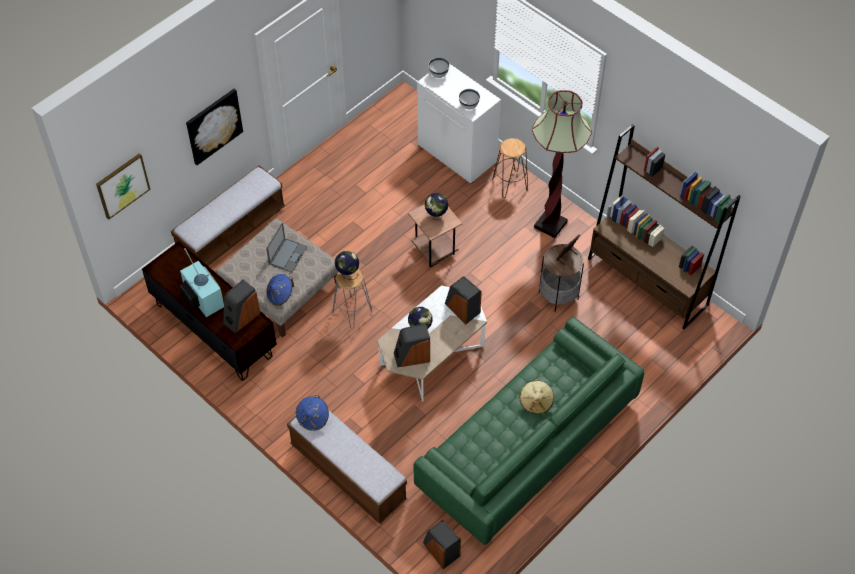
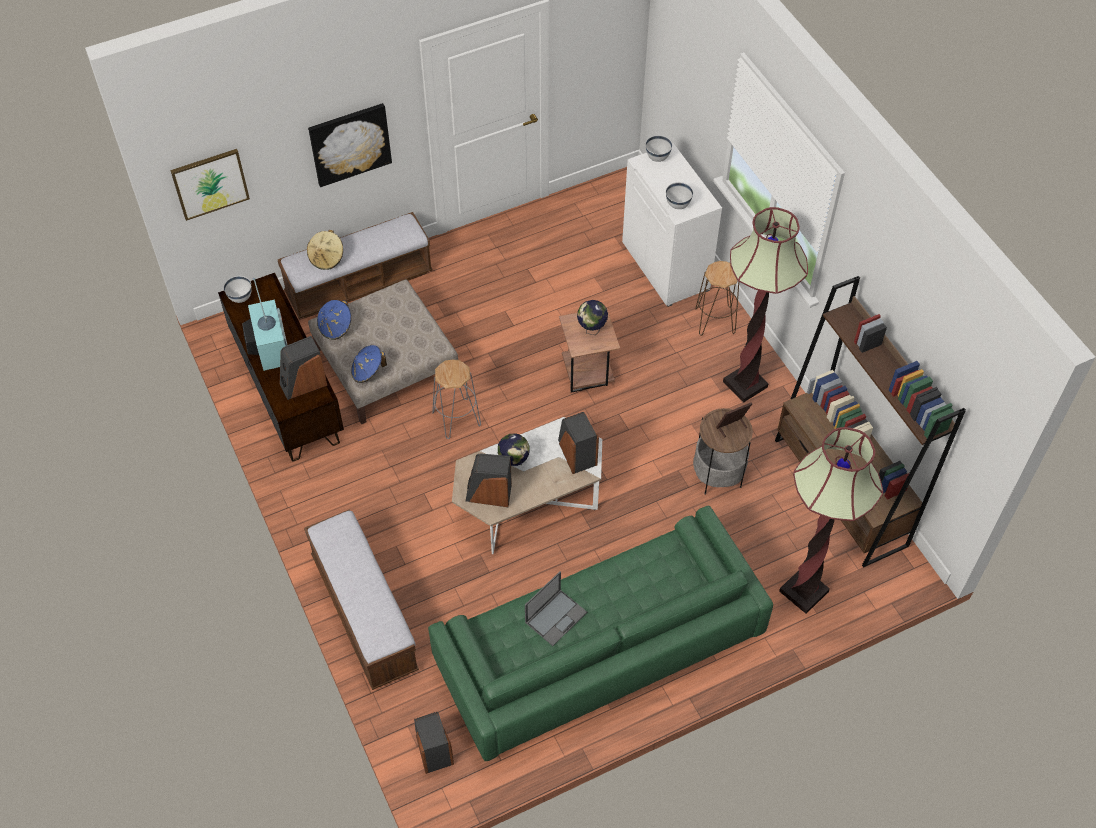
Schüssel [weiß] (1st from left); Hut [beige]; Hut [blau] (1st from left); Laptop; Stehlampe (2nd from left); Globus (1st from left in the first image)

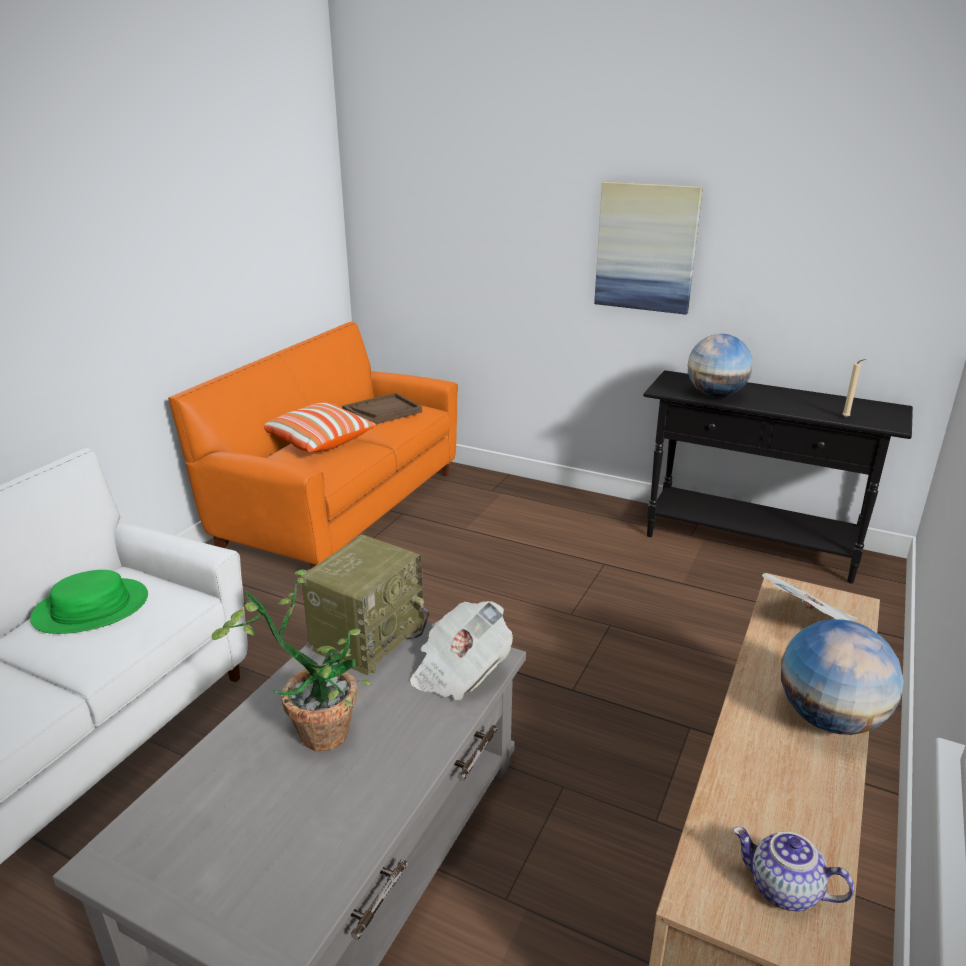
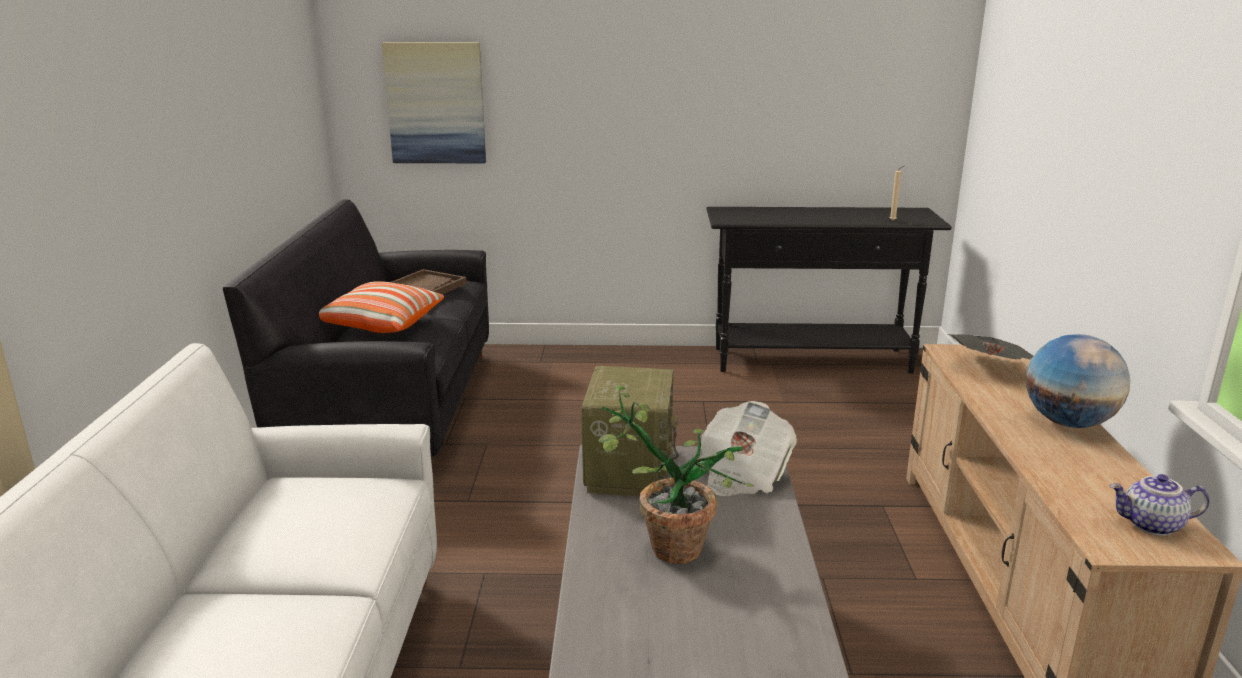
Sofa [schwarz]; Bild; Hut [grün]; Globus (1st from left in the first image)

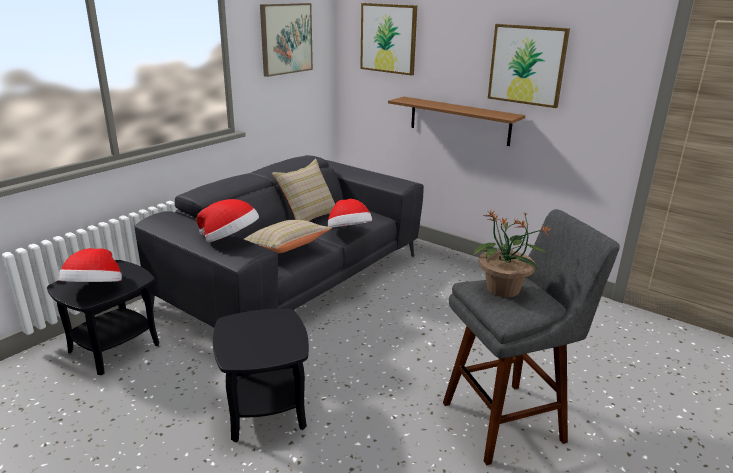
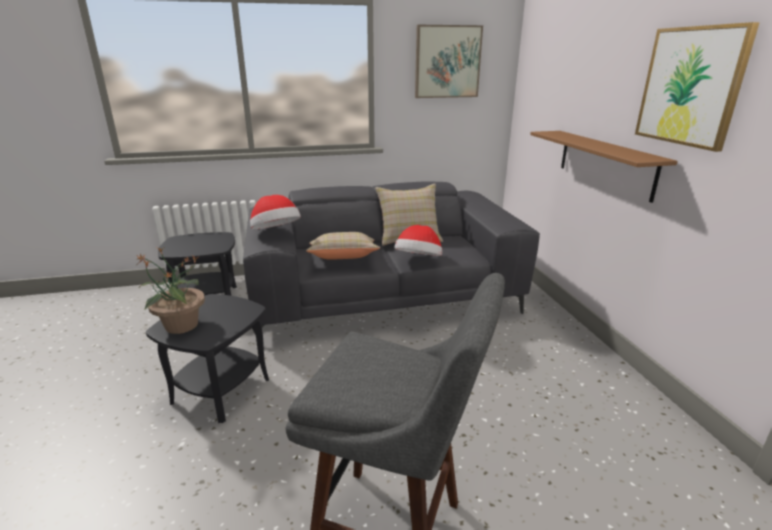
Topfpflanze; Hut (1st from left in the first image); Bild (2nd from left in the first image)

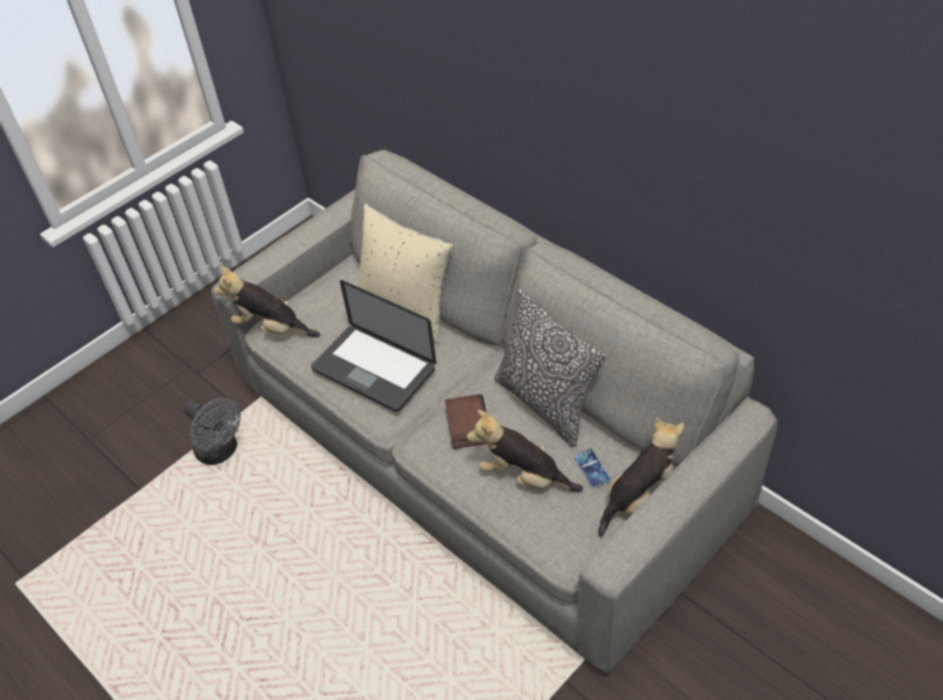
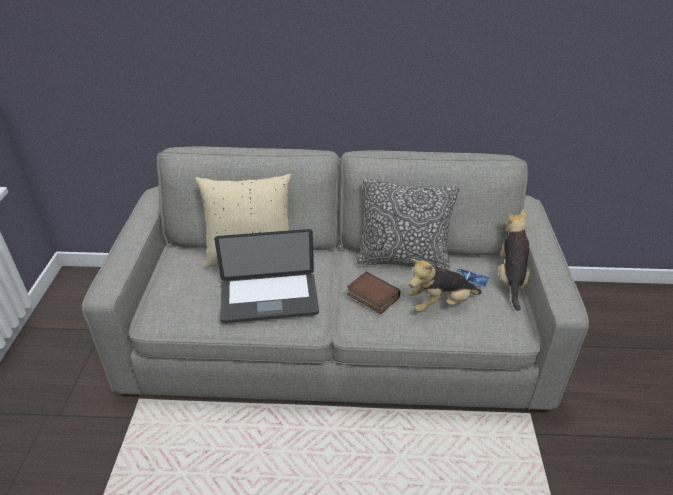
Ventilator [grau]; Plüschtier (1st from left in the first image)

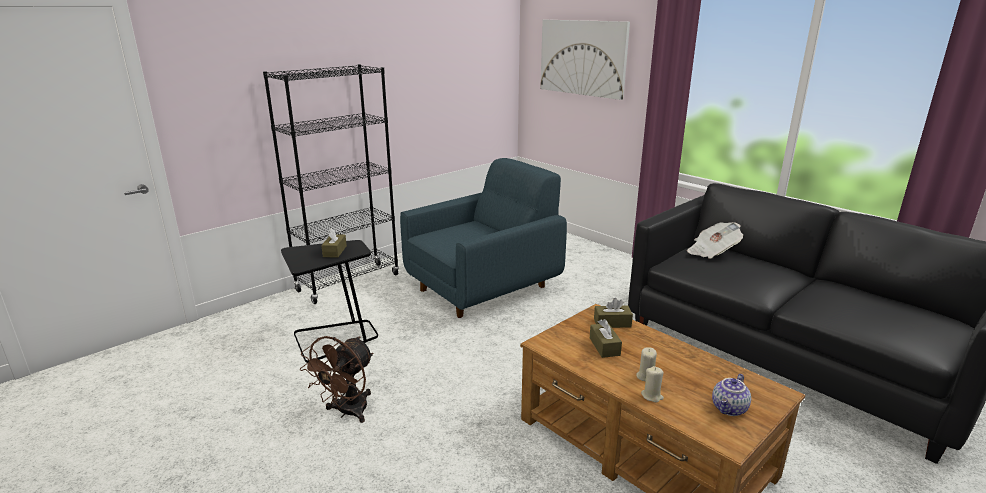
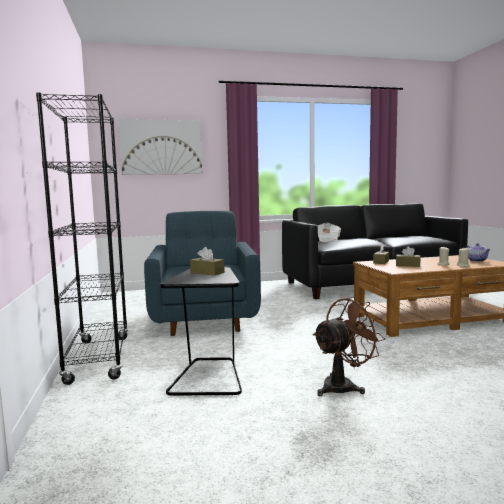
Ventilator [braun]

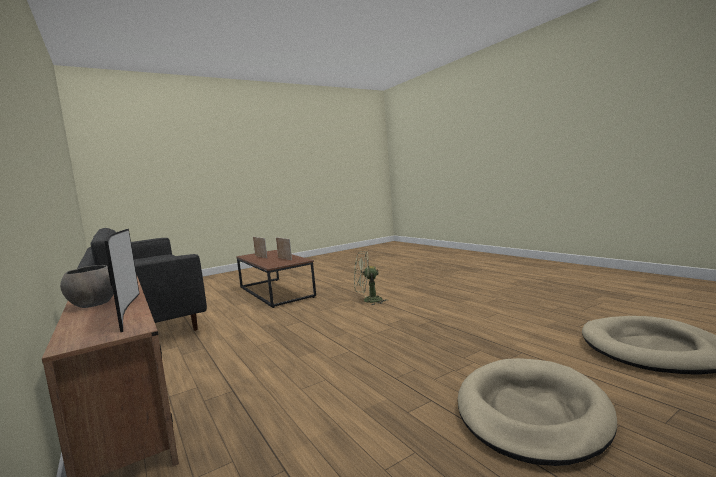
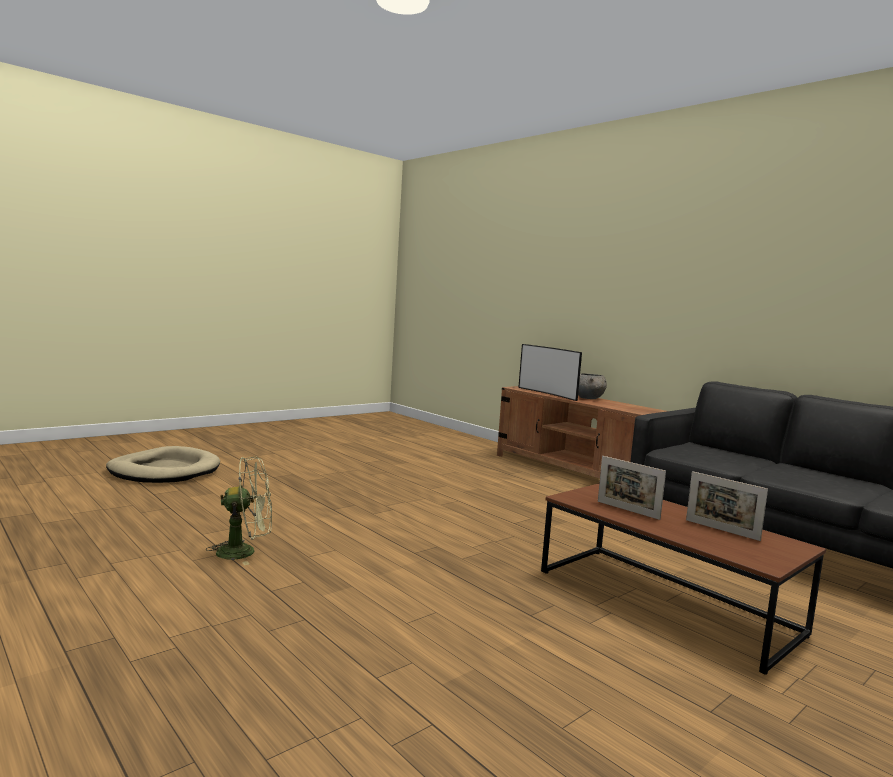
Ventilator [grün]; Hundebett [beige] (1st from left in the first image)

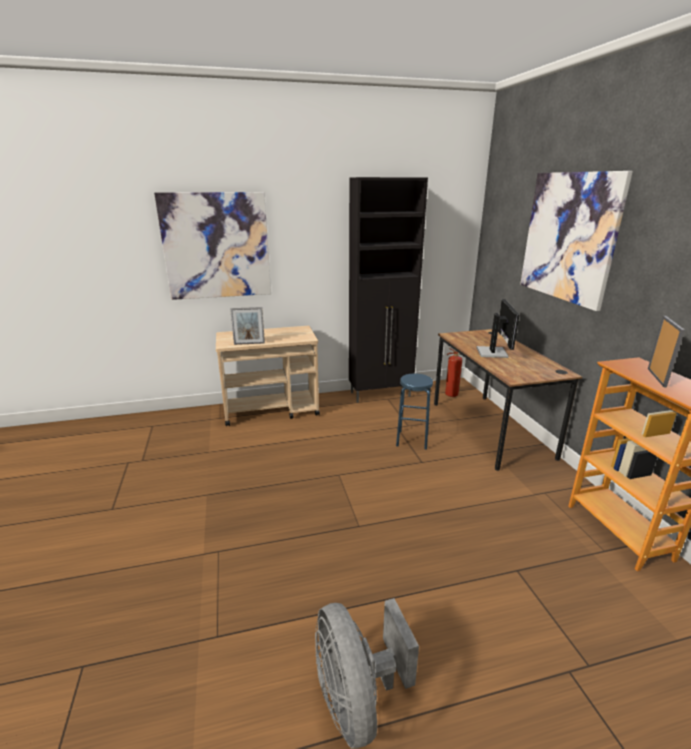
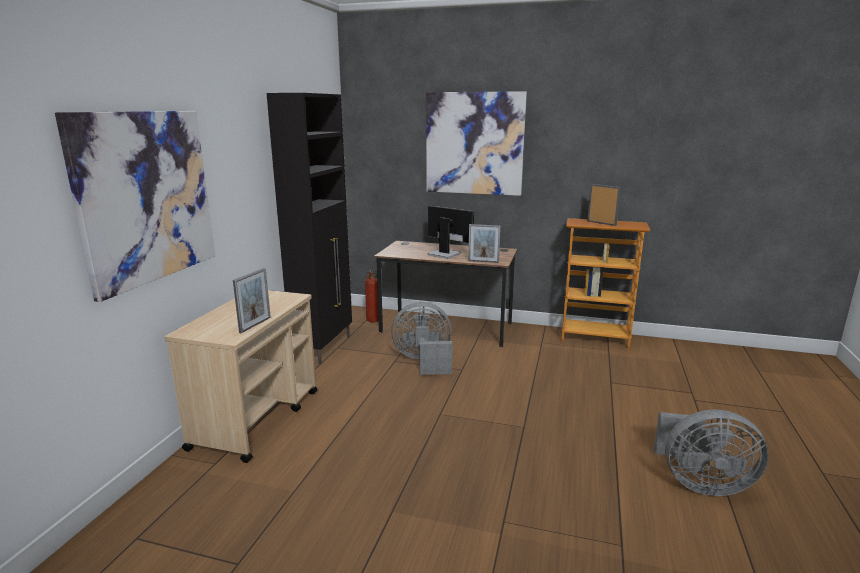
Ventilator [grau] (1st from left); Bilderrahmen (2nd from left)

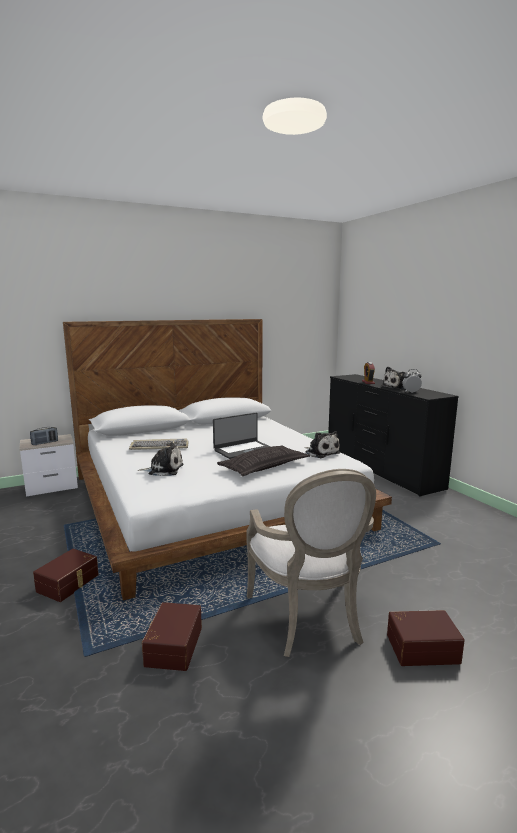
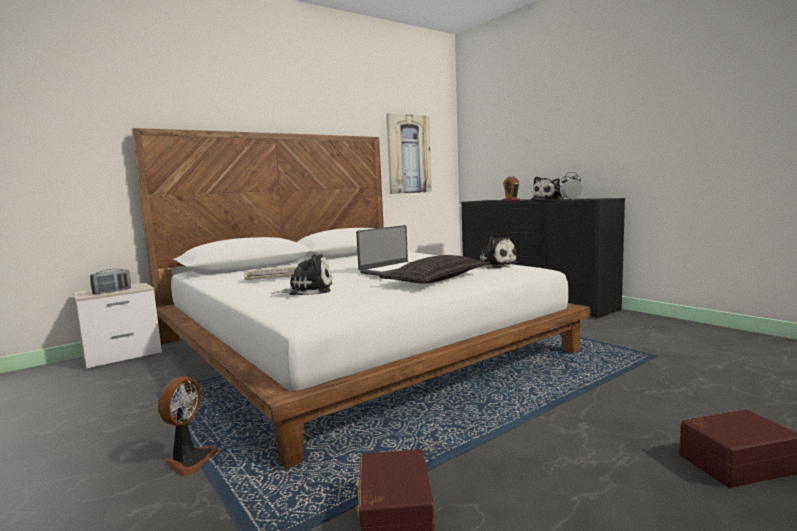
Ventilator; Bild; Sessel

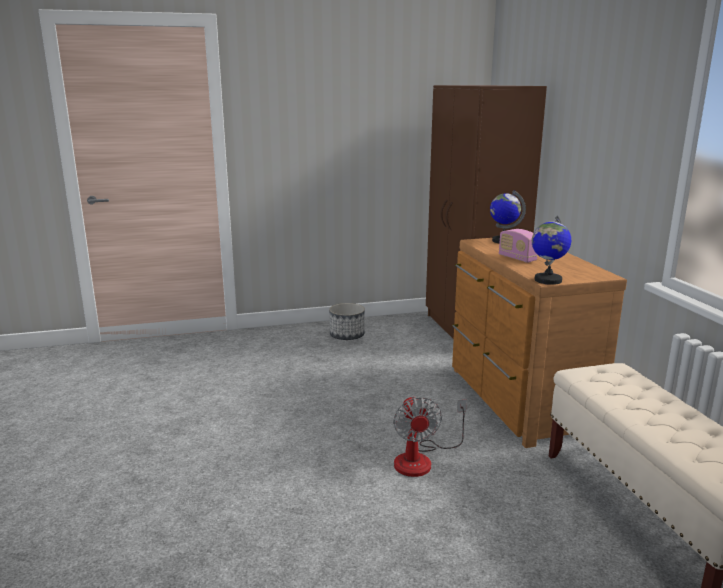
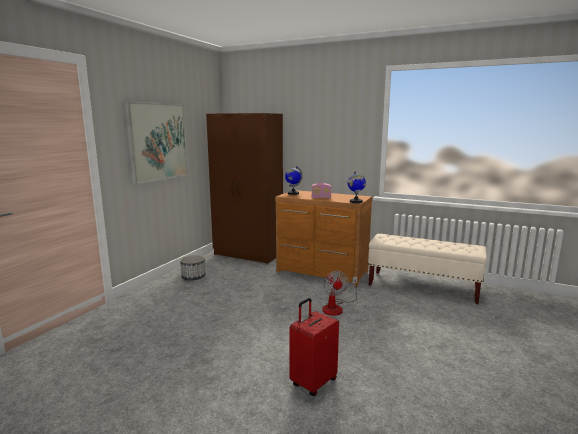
Bild; Koffer [rot]; Ventilator

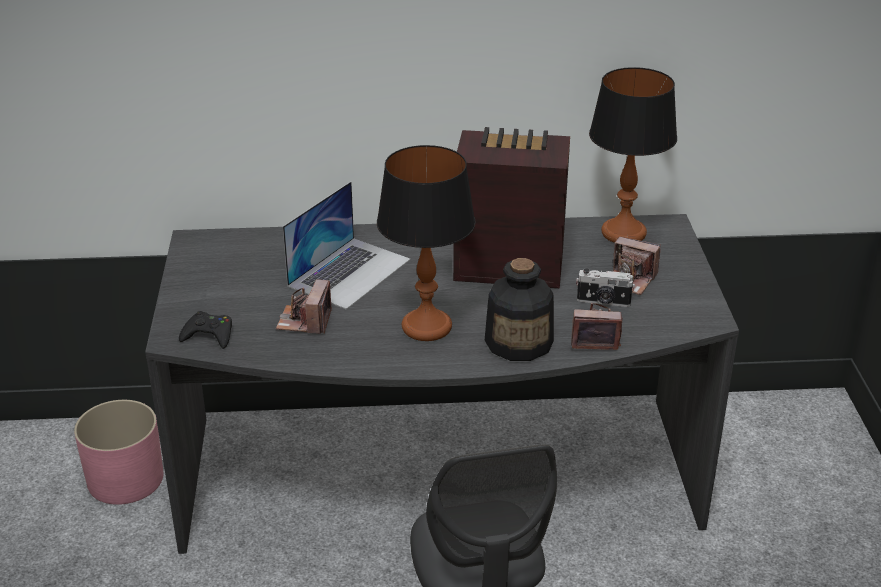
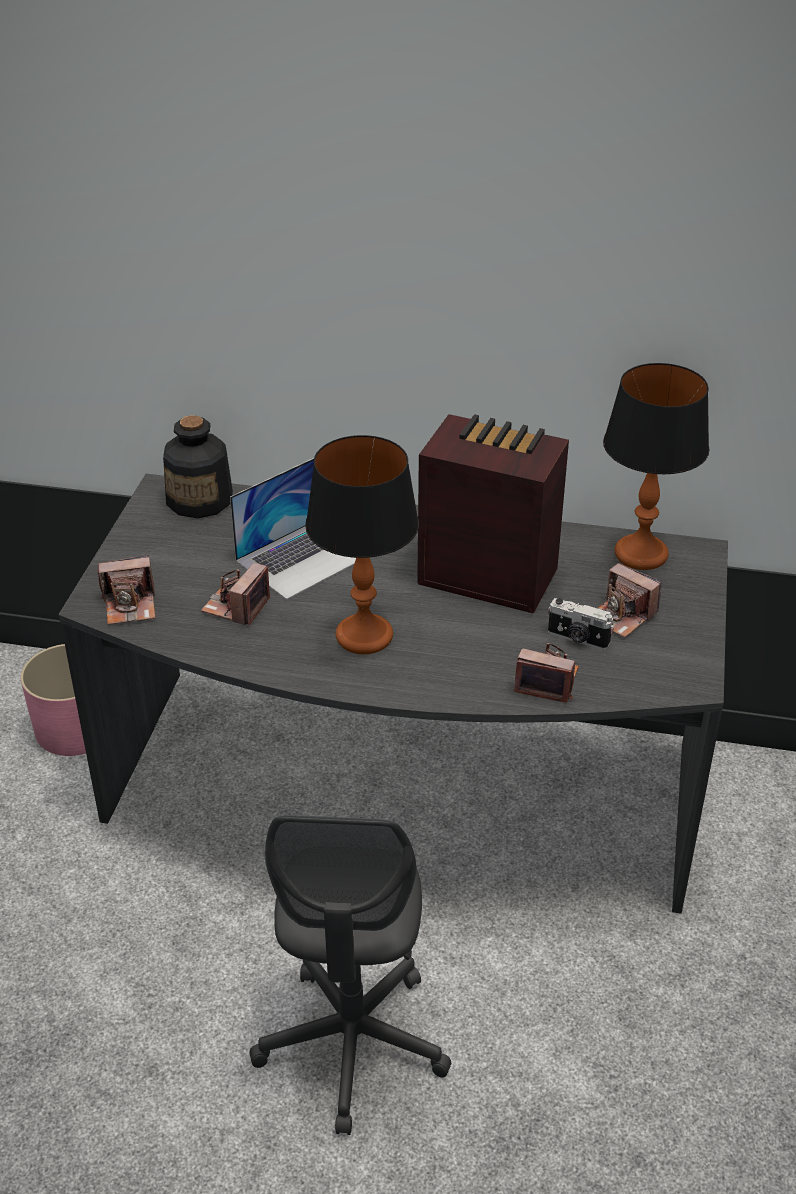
Kamera (1st from left); Flasche

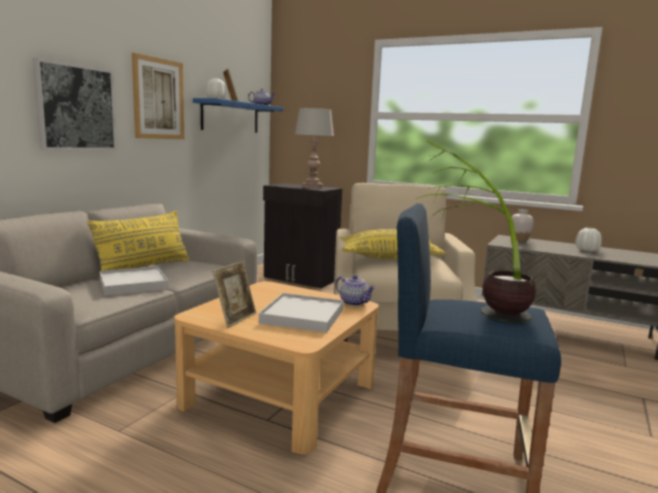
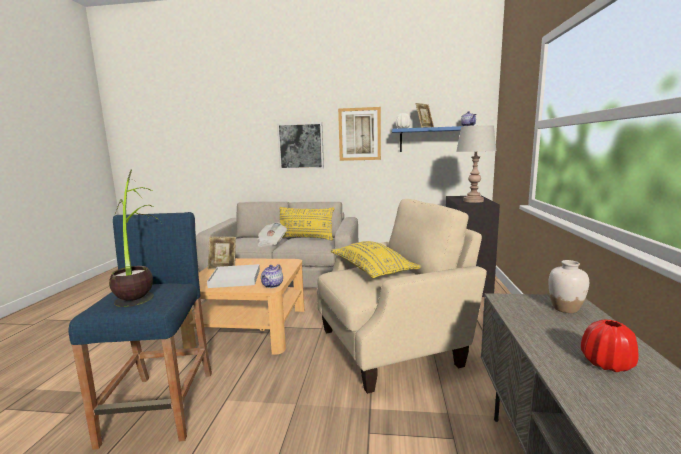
Zeitung; Vase [rot]

